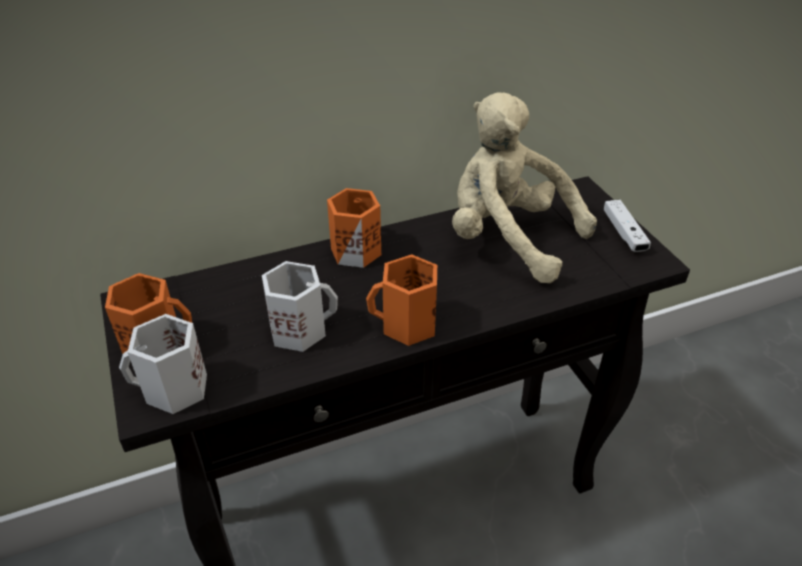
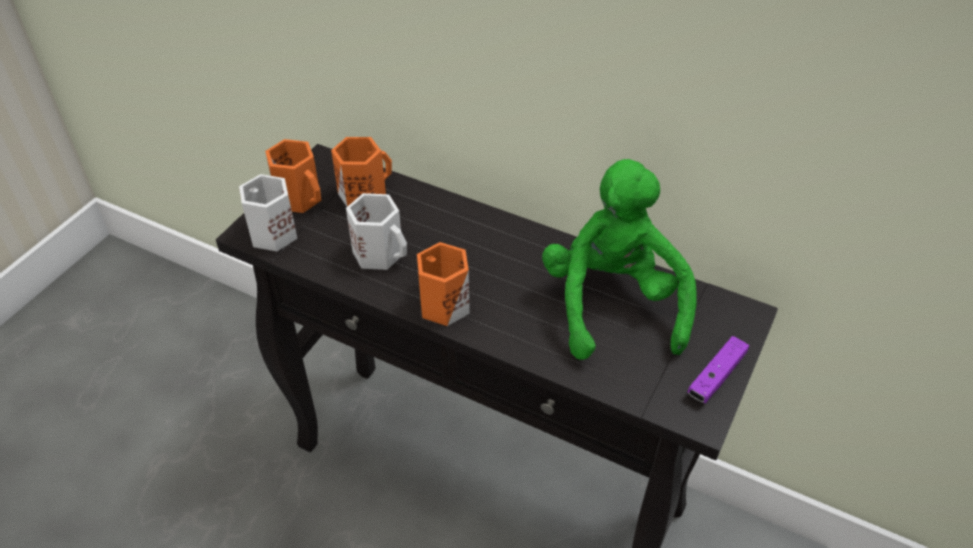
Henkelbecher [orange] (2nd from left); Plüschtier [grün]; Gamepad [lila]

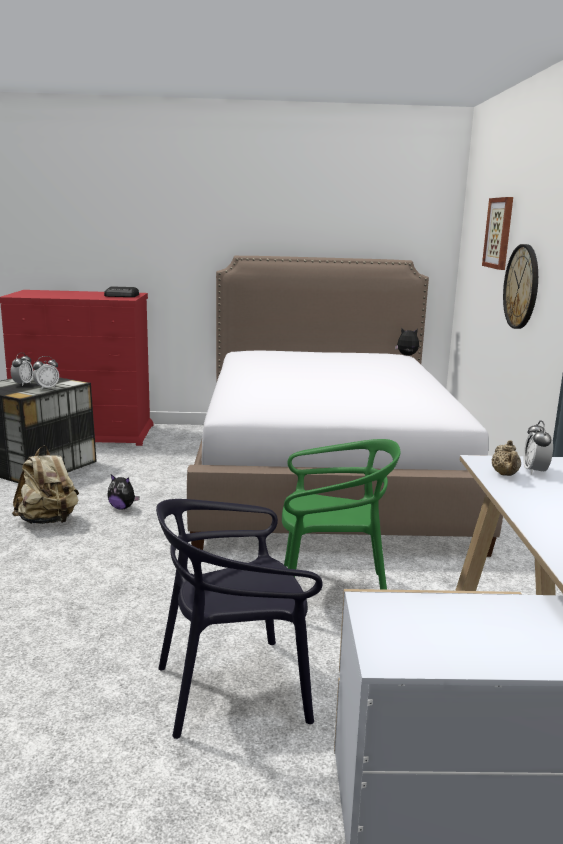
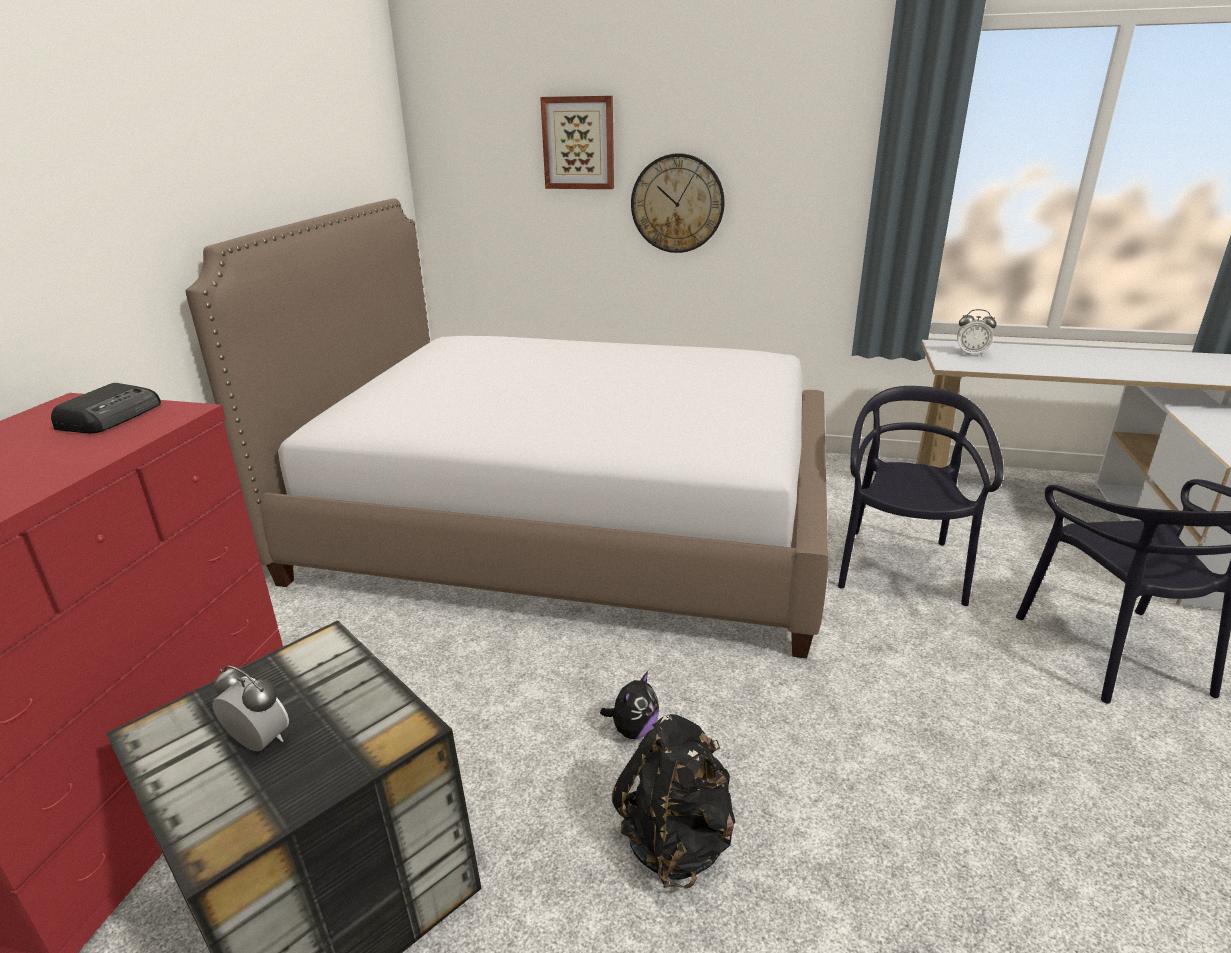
Rucksack [schwarz]; Stuhl [schwarz] (1st from left); Wecker (2nd from left in the first image); Plüschtier (2nd from left in the first image); Teekanne [beige]

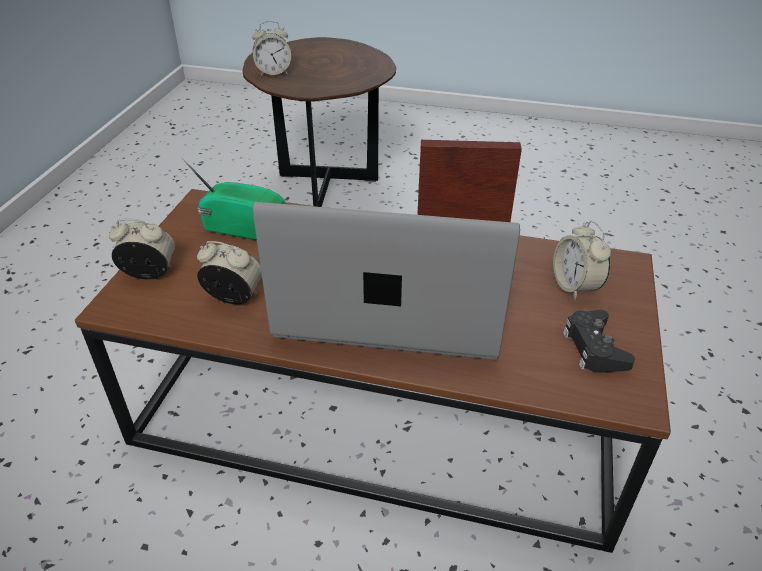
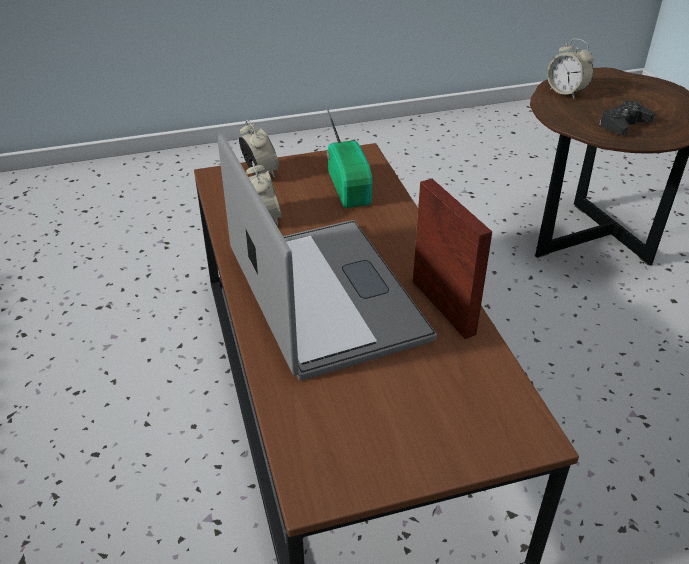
Gamepad [schwarz]; Wecker (4th from left in the first image)

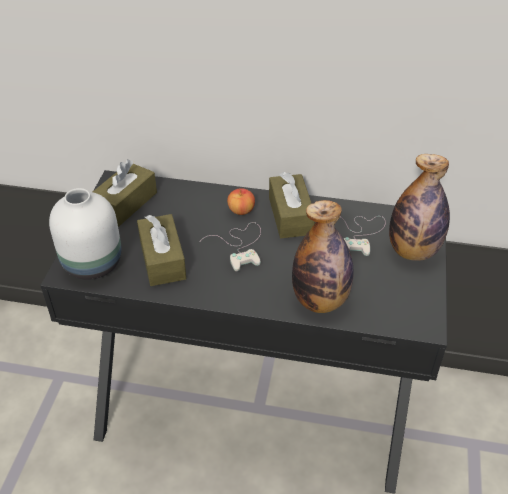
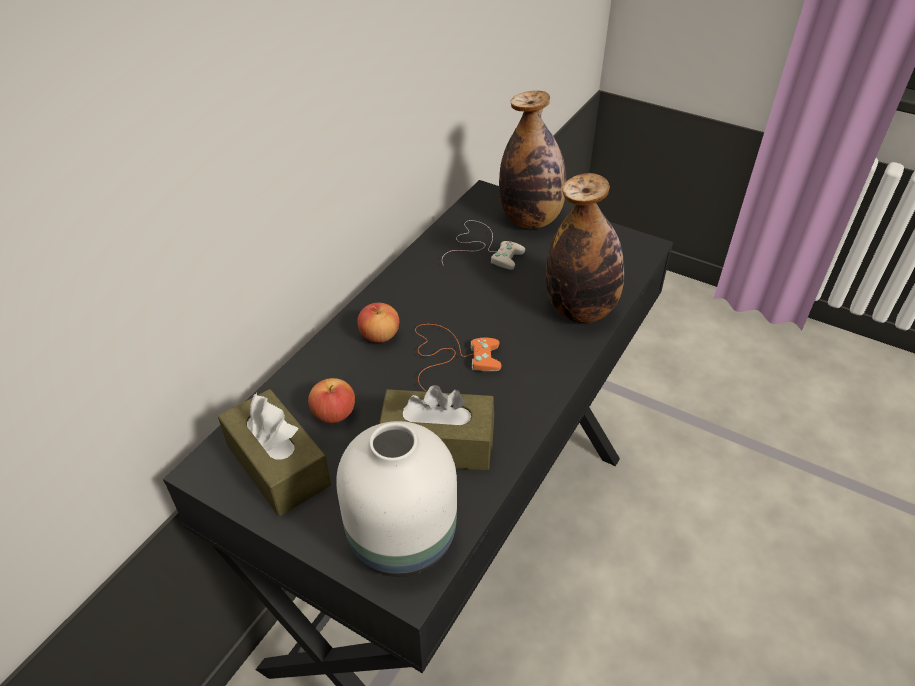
Apfel (1st from left); Gamepad [orange]; Taschentuchbox [braun] (3rd from left in the first image)

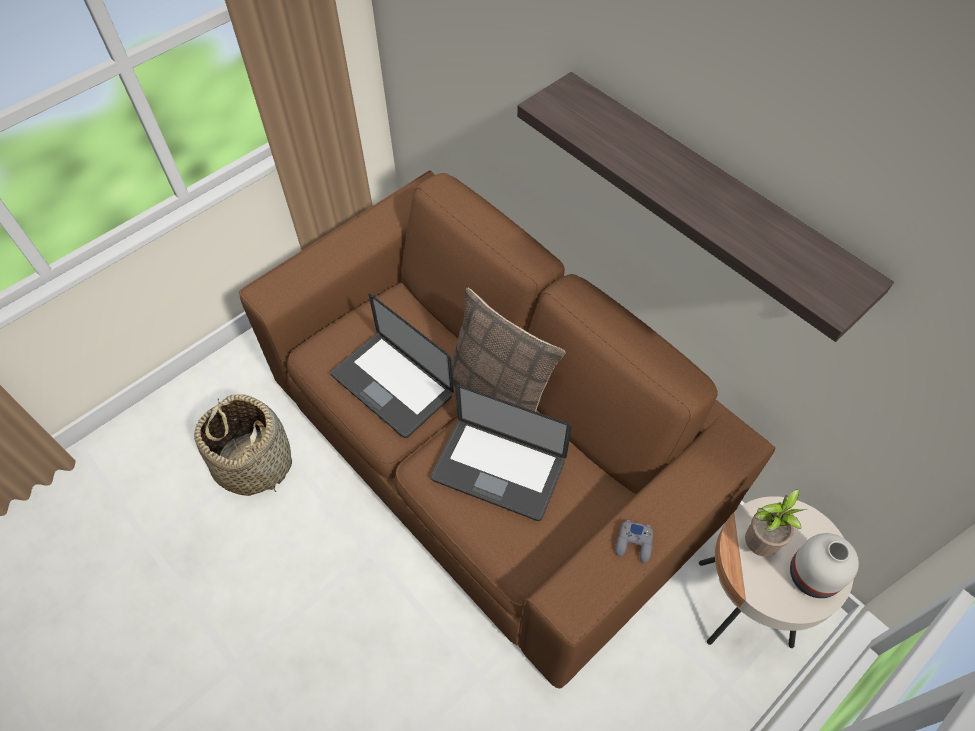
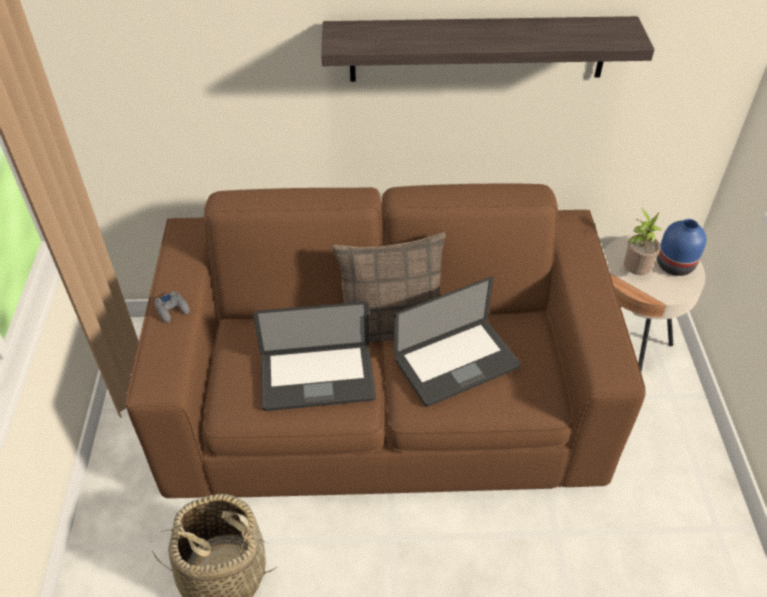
Gamepad [grau]; Vase [blau]

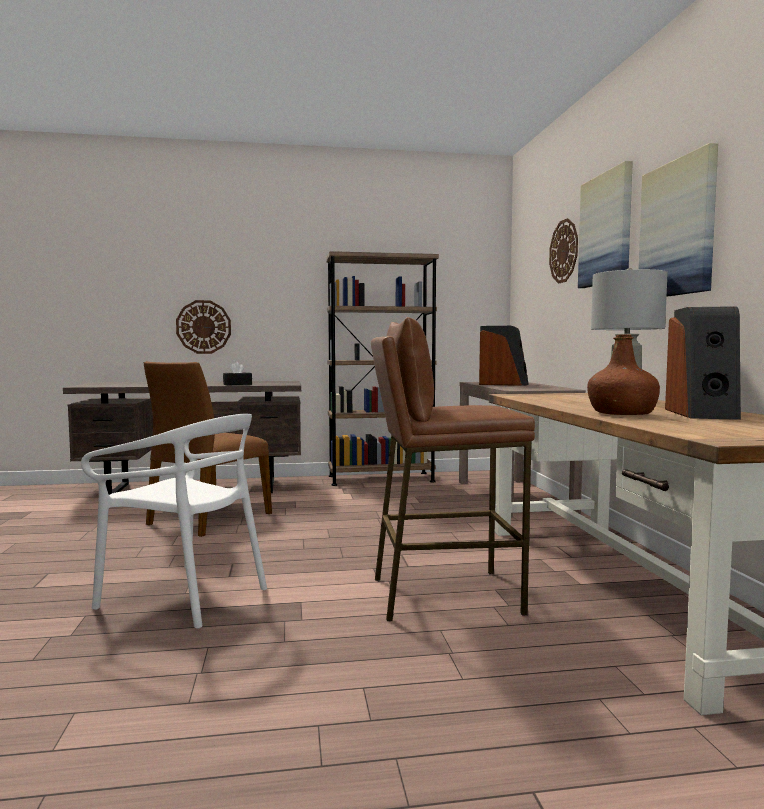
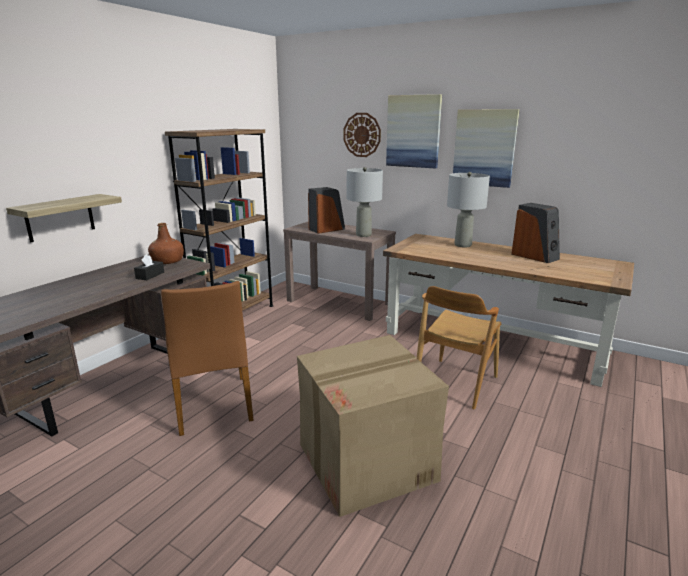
Wandregal; Flasche [braun]; Karton; Tischlampe [grau] (1st from left); Stuhl [braun] (2nd from left)

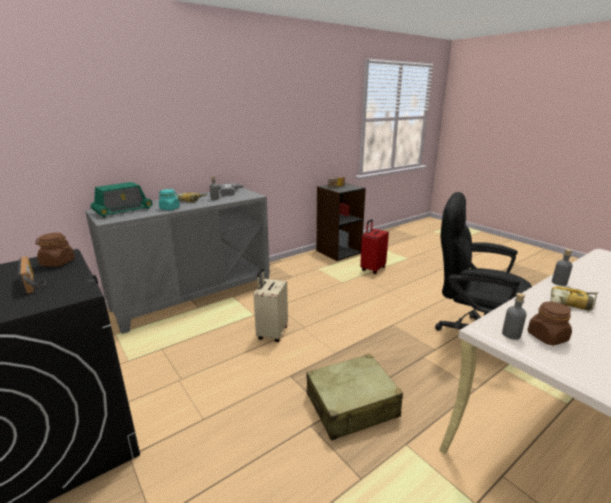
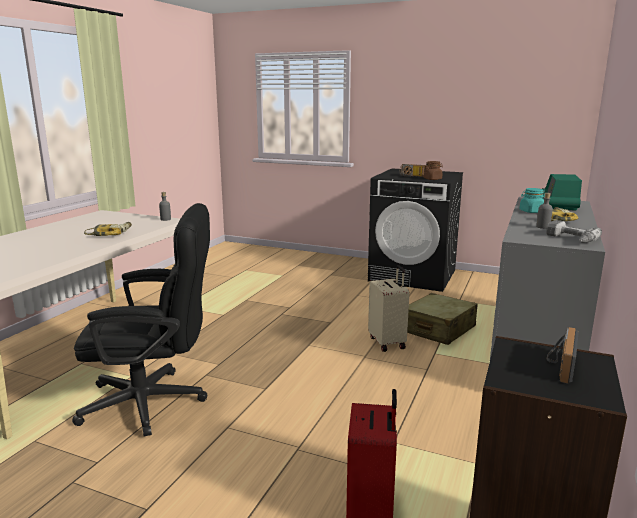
Koffer [beige] (2nd from left); Vorratsglas [braun] (2nd from left in the first image); Flasche [grau] (3rd from left in the first image)

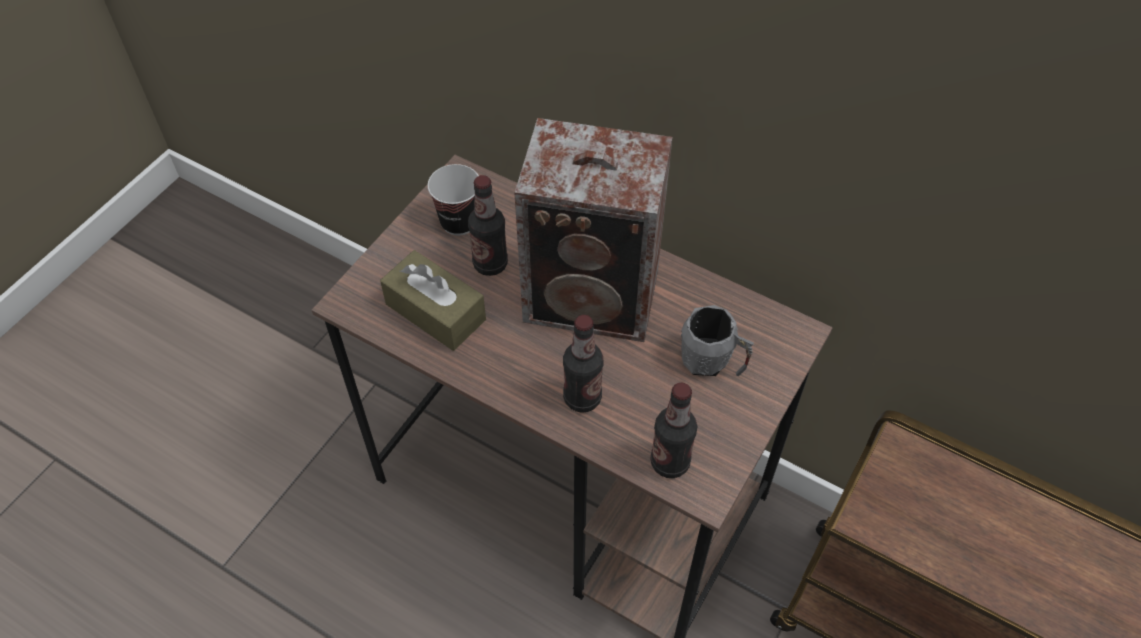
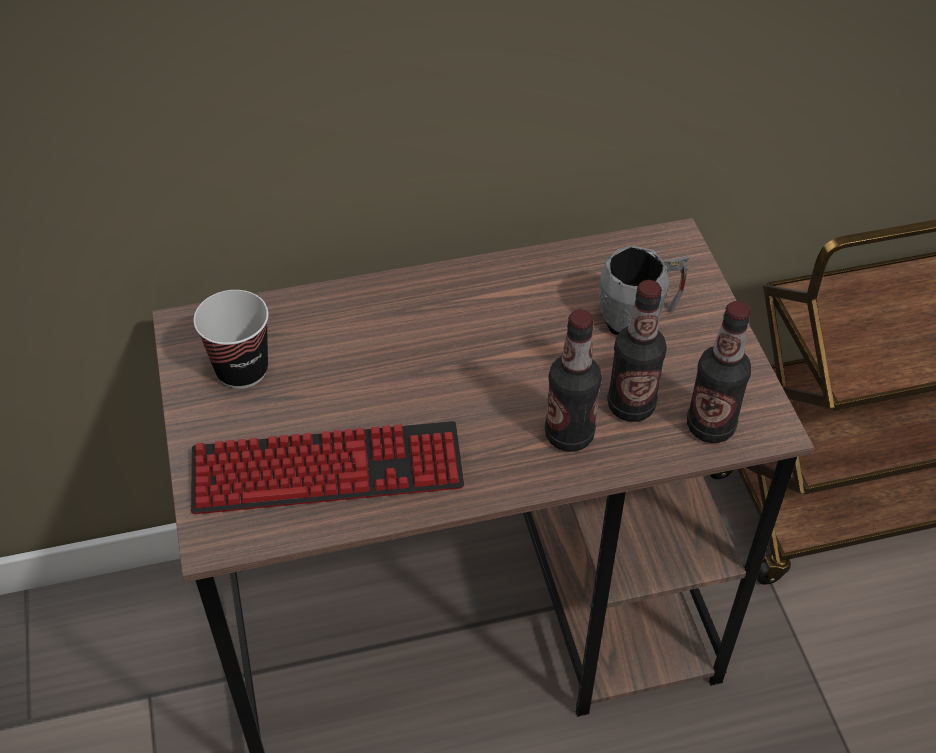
Tastatur; Flasche (2nd from left); Lautsprecher

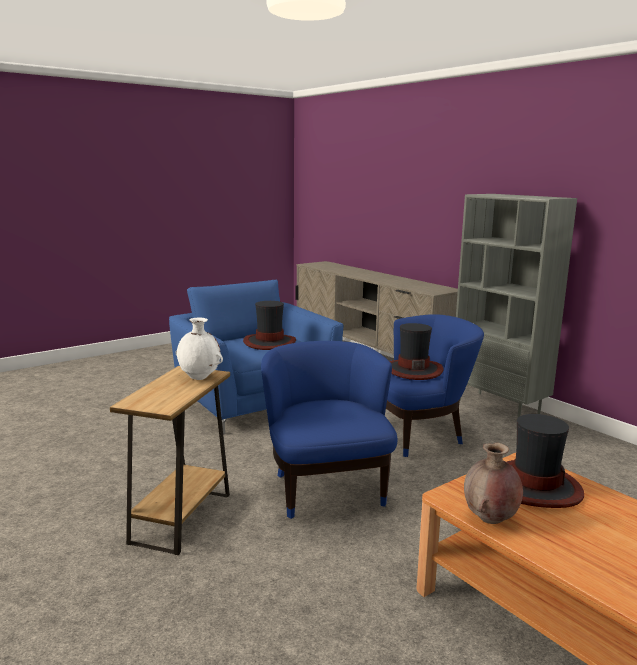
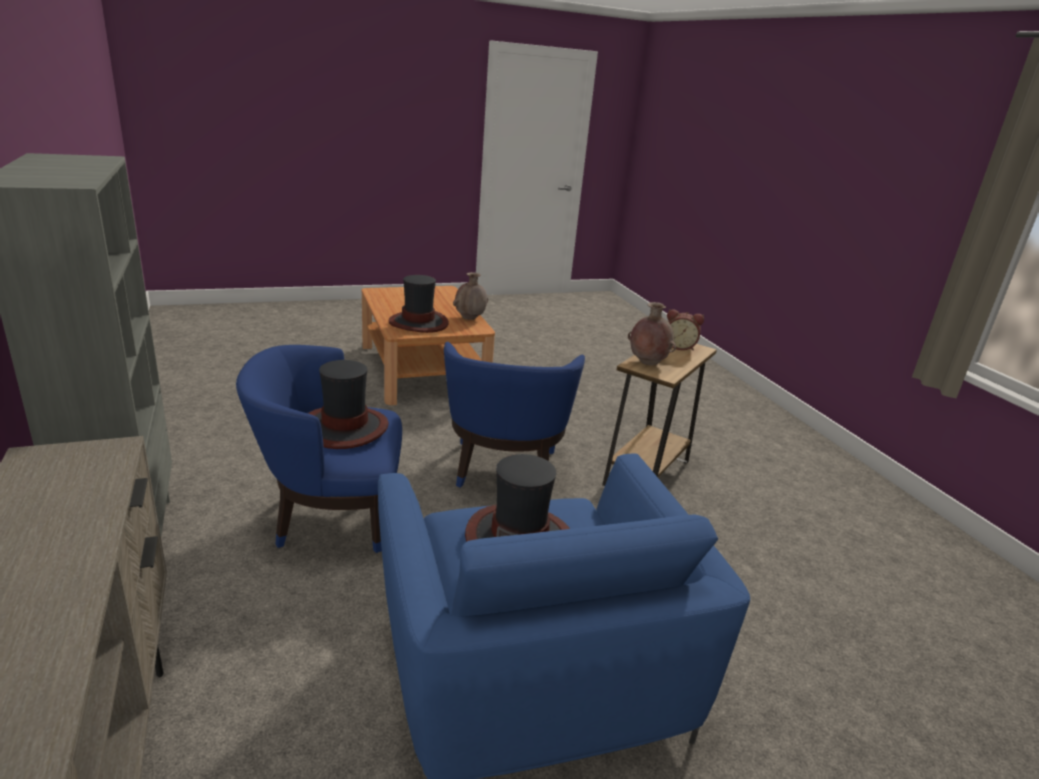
Vase [braun] (2nd from left); Wecker

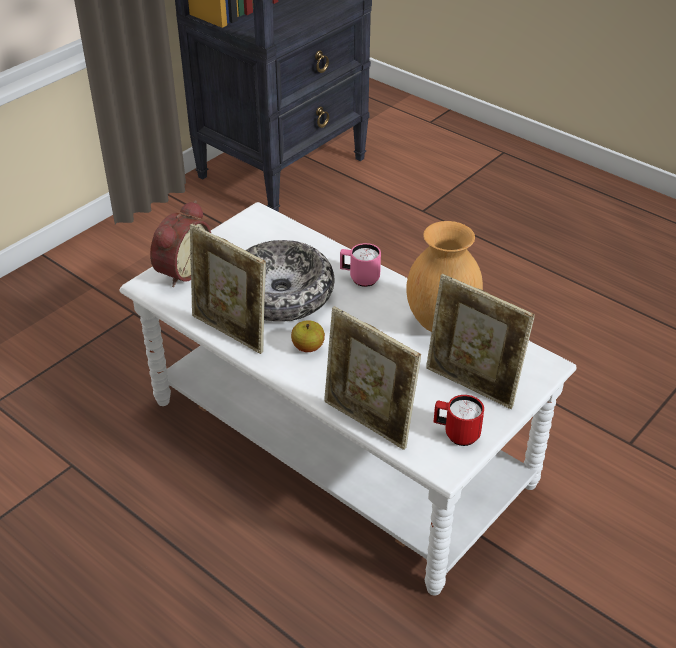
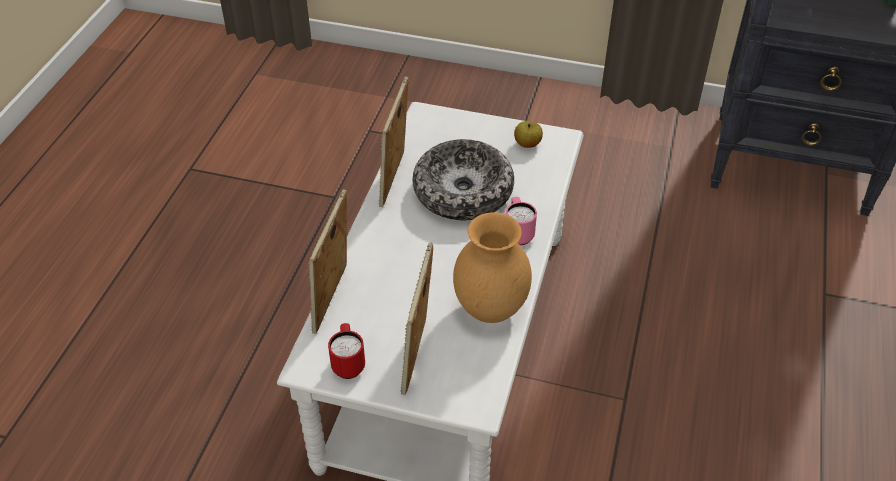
Apfel; Wecker

